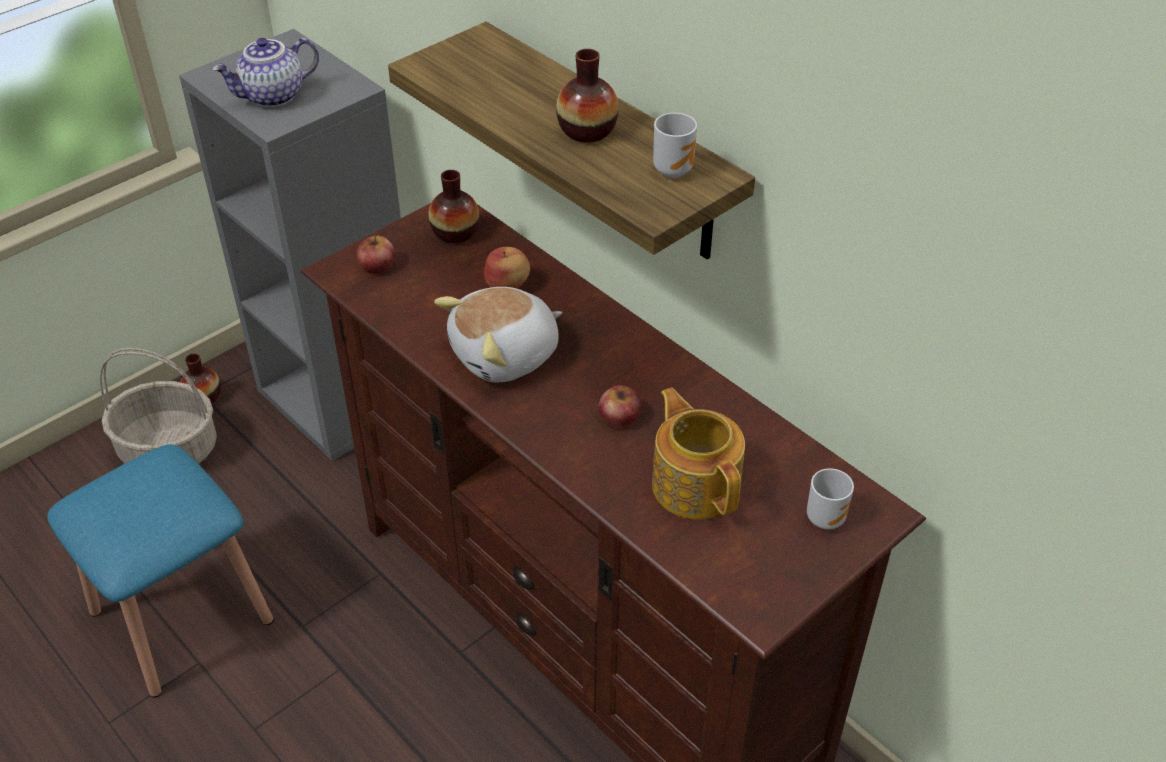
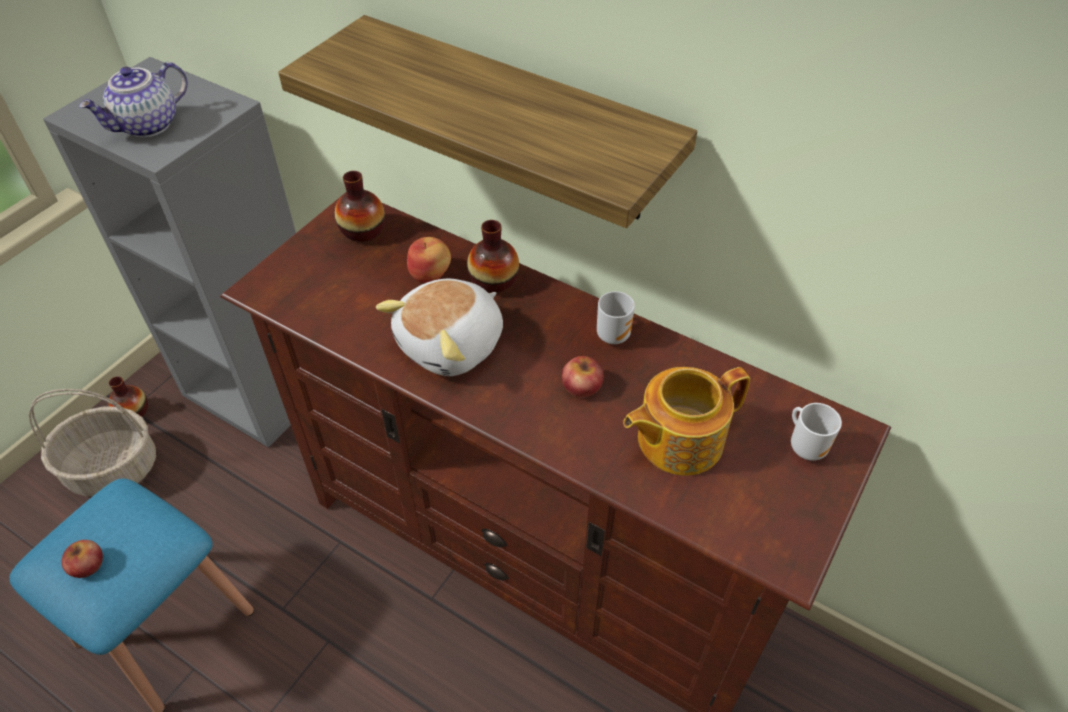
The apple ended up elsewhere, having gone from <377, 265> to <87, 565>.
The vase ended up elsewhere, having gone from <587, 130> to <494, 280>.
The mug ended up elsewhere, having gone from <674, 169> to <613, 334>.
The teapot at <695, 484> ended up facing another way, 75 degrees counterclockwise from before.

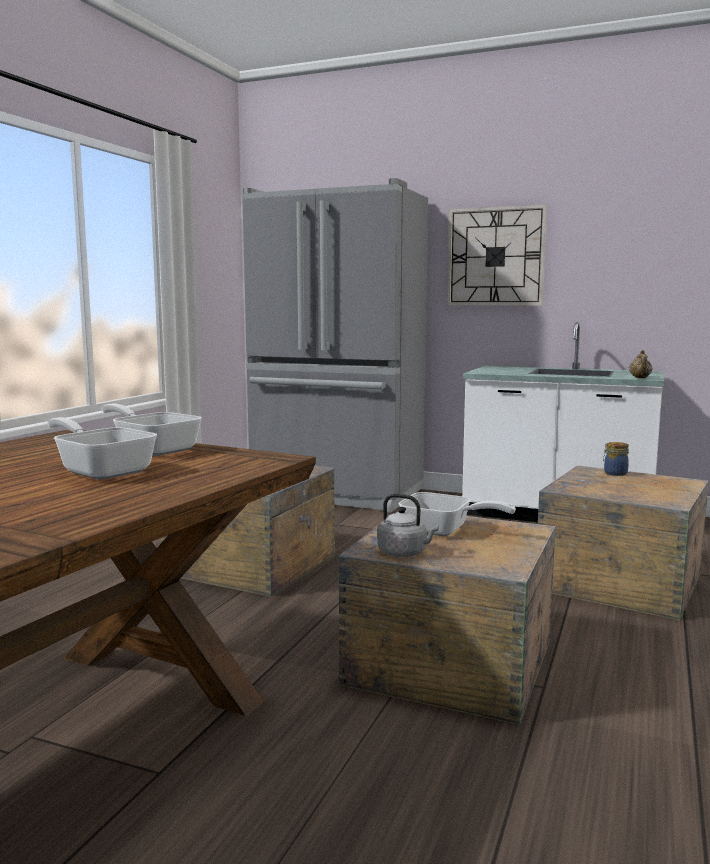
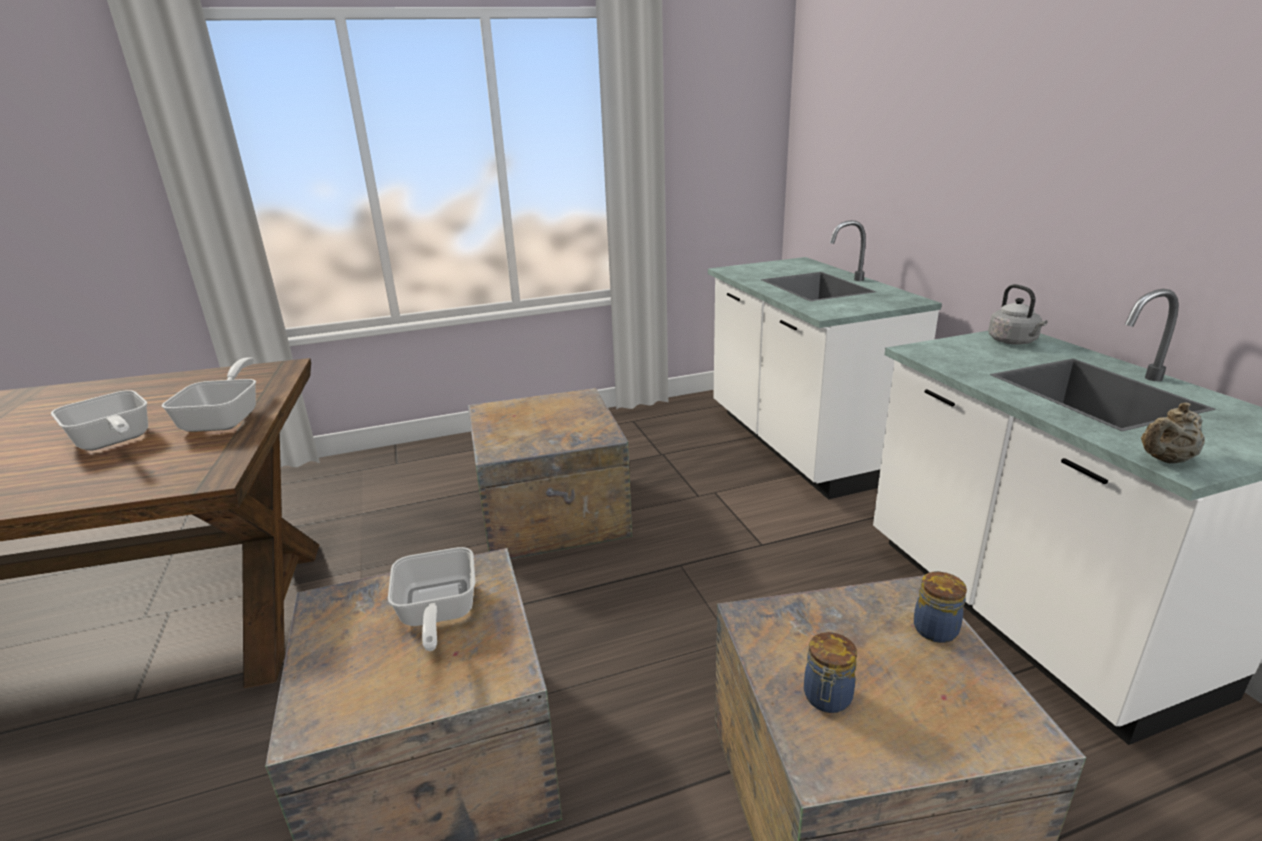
The second view lost the wall clock at <495, 256>.
The second view gained the jar at <827, 698>.
The kettle (grey) ended up elsewhere, having gone from <404, 553> to <1014, 342>.
Where the fridge (grey) stood at <337, 494>, the counter (white) came to stand at <799, 445>.
The frying pan at <102, 471> ended up facing another way, 135 degrees clockwise from before.

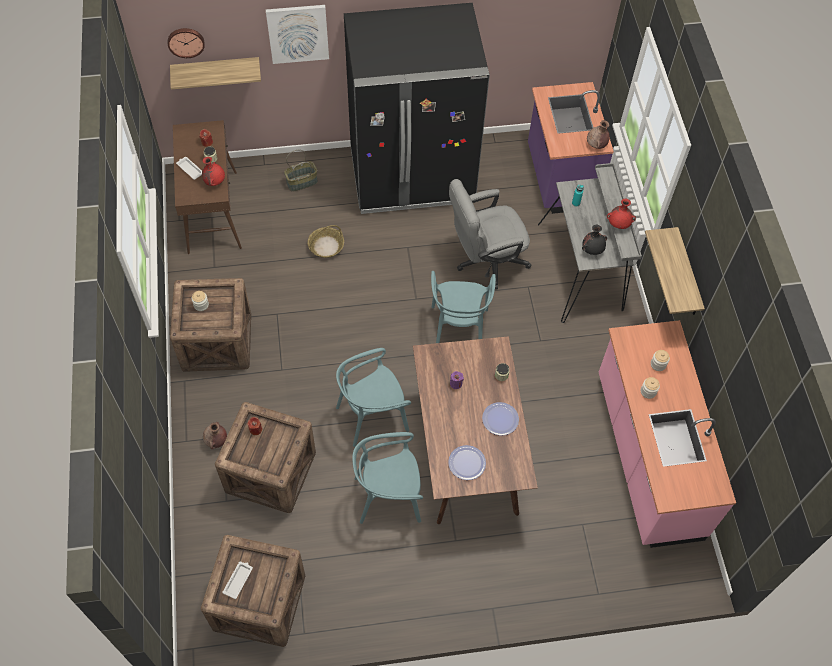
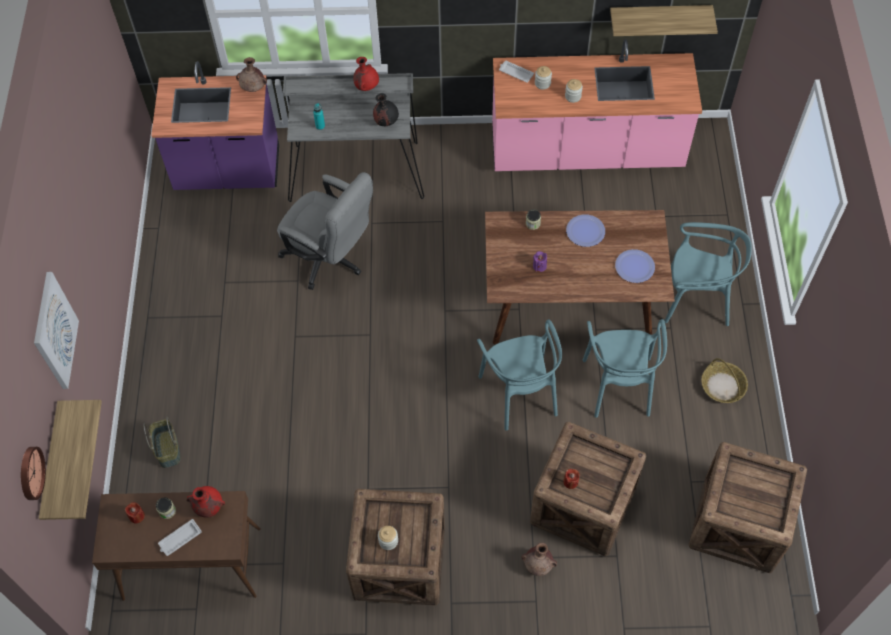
The second view lost the fridge (black) at <412, 177>.
The tray (white) ended up elsewhere, having gone from <238, 580> to <515, 73>.
The basket ended up elsewhere, having gone from <326, 246> to <722, 386>.
The chair (turquoise) ended up elsewhere, having gone from <458, 329> to <696, 299>.
The shelf ended up elsewhere, having gone from <687, 275> to <659, 17>.
The office chair (grey) at <485, 261> ended up facing another way, 45 degrees counterclockwise from before.

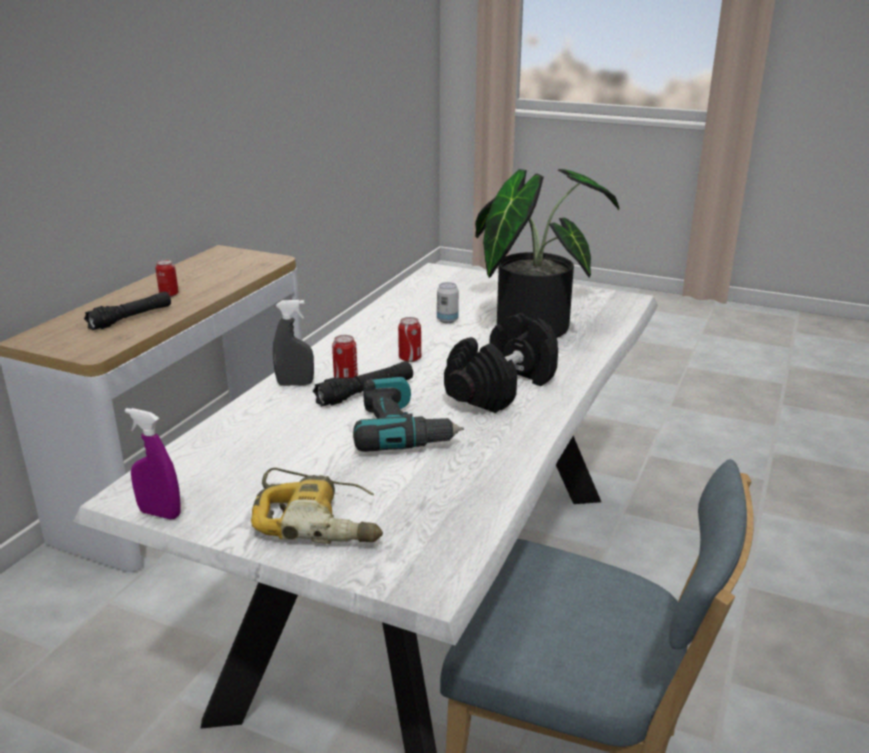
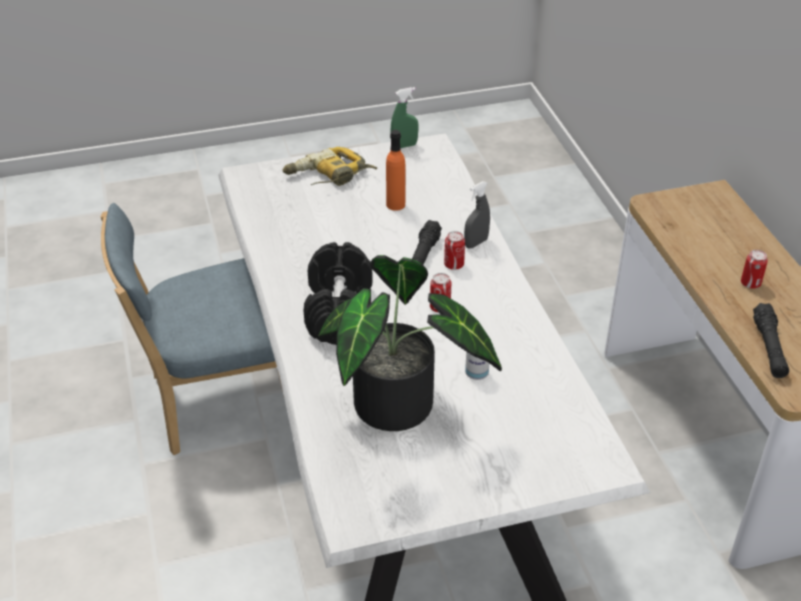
The second view lost the power drill at <402, 430>.
The second view gained the bottle (orange) at <395, 204>.
The flashlight (black) ended up elsewhere, having gone from <131, 318> to <769, 348>.
What was the spray bottle (purple) at <160, 513> turned into the spray bottle (green) at <404, 146>.

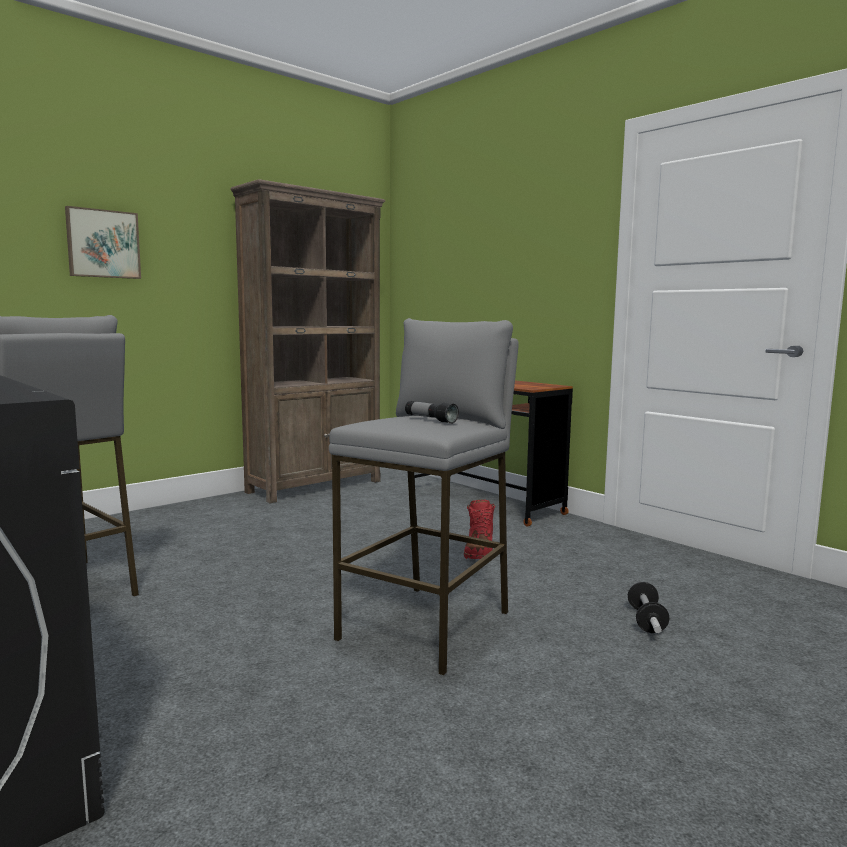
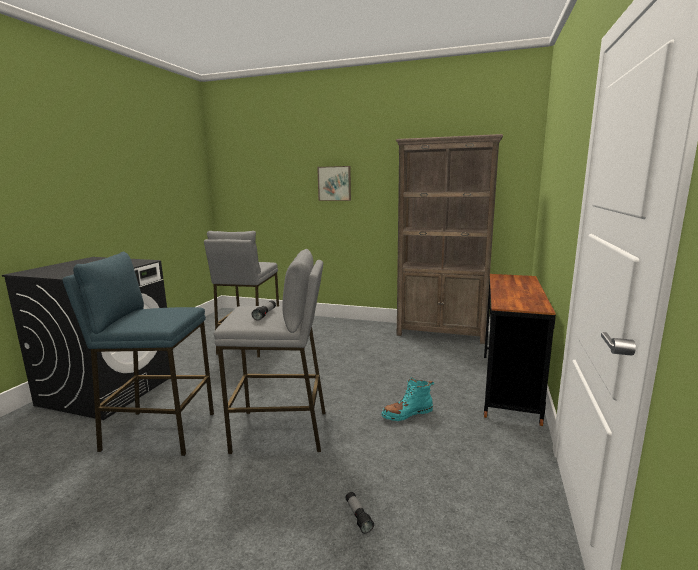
The second view gained the stool (blue) at <159, 431>.
Where the dumbbell stood at <646, 621>, the flashlight came to stand at <358, 516>.
What was the boot (red) at <479, 551> turned into the boot (turquoise) at <407, 414>.

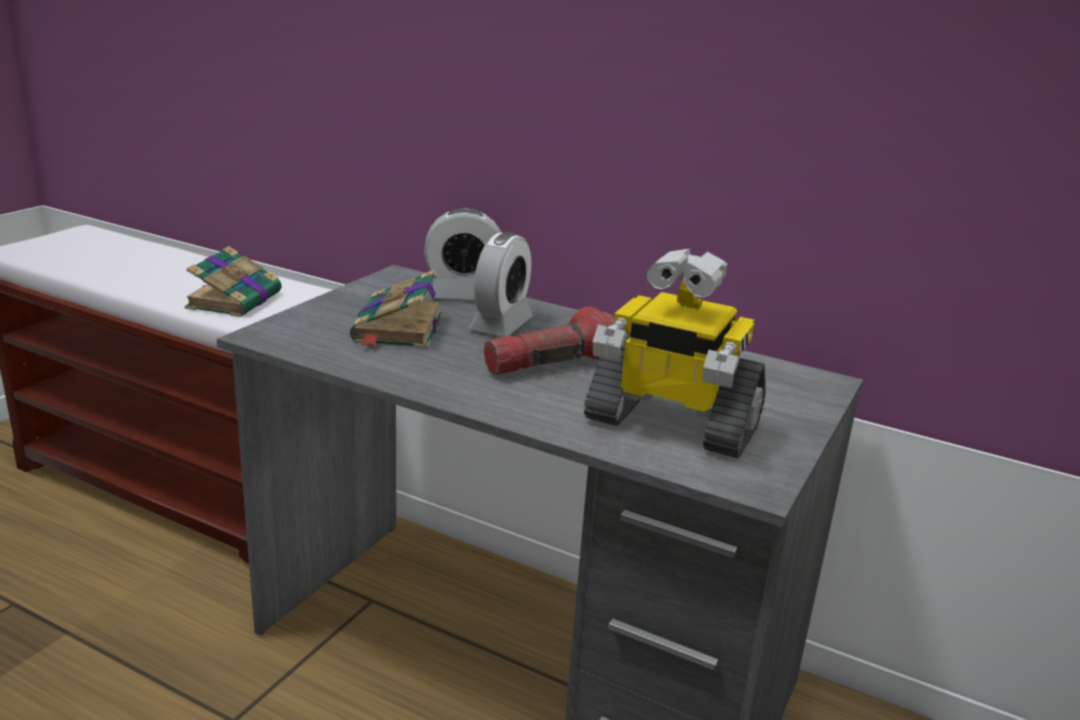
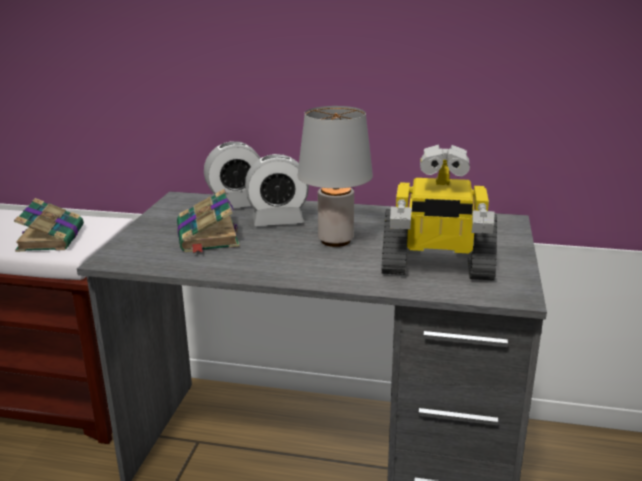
Where the flashlight stood at <556, 364>, the table lamp (grey) came to stand at <335, 241>.
The alarm clock at <501, 325> ended up facing another way, 75 degrees clockwise from before.

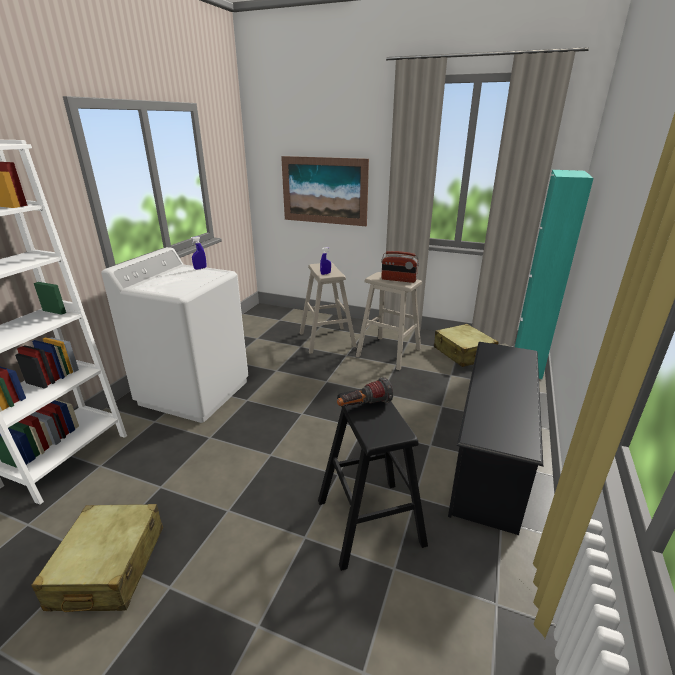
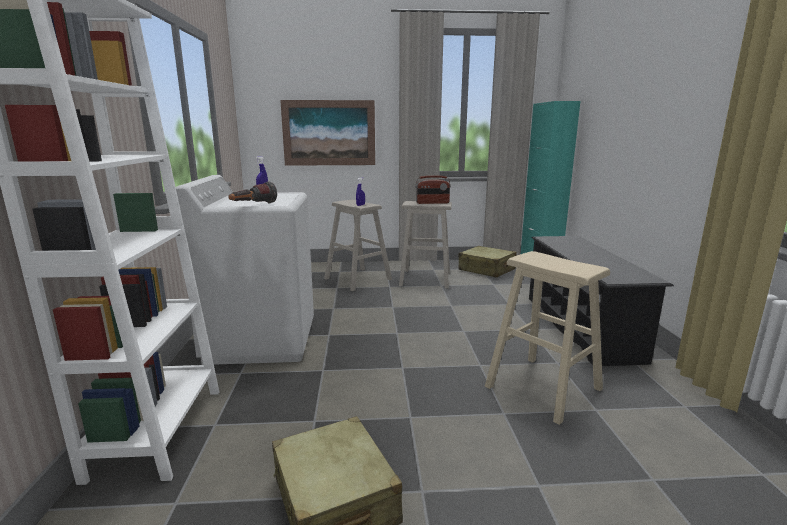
The flashlight ended up elsewhere, having gone from <363, 406> to <253, 205>.
What was the stool (black) at <370, 522> turned into the stool (beige) at <543, 388>.

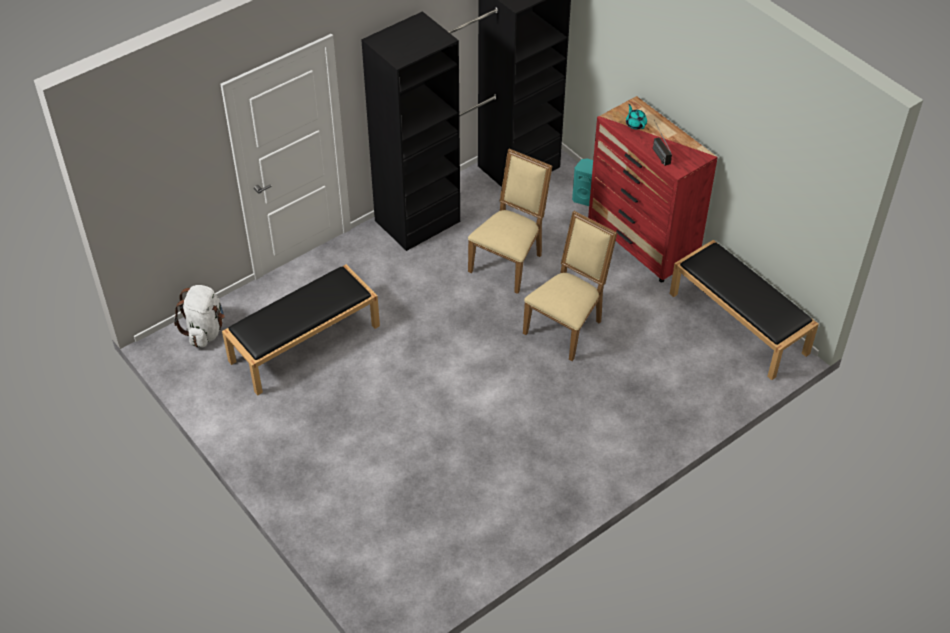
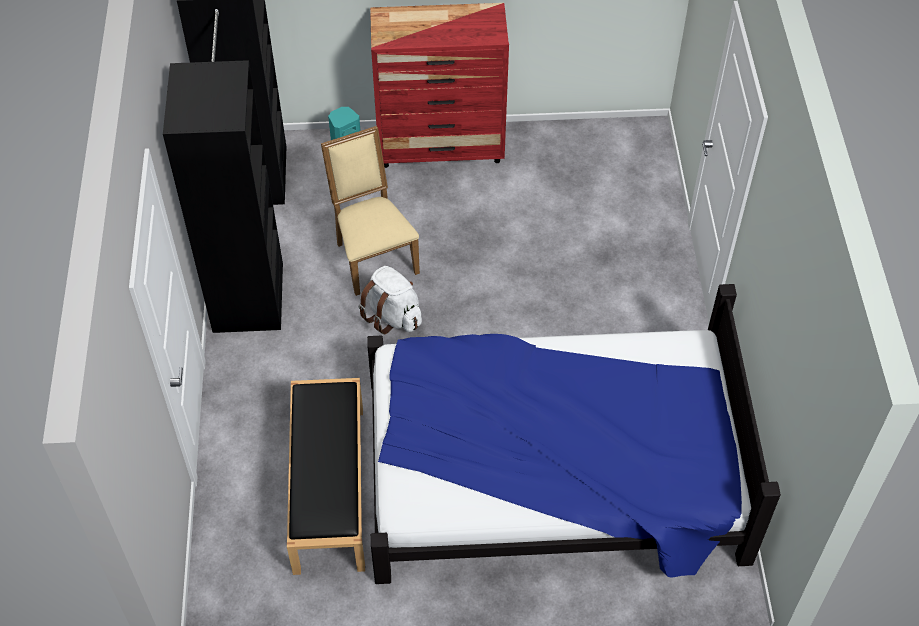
The second view lost the chair (beige) at <567, 326>.
The second view lost the teapot (turquoise) at <635, 124>.
The second view lost the radio at <657, 152>.
The second view lost the bench (black) at <739, 323>.
The second view gained the bed at <553, 470>.
The backpack (white) ended up elsewhere, having gone from <205, 331> to <392, 316>.

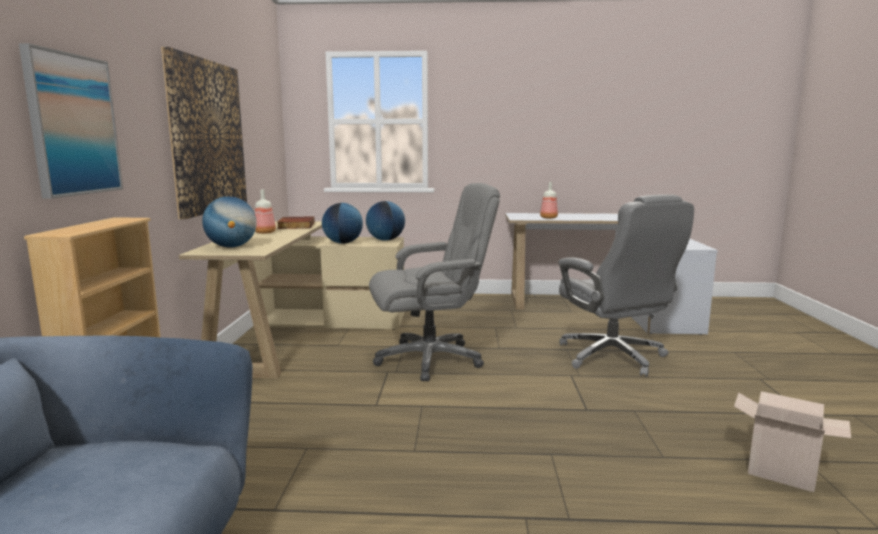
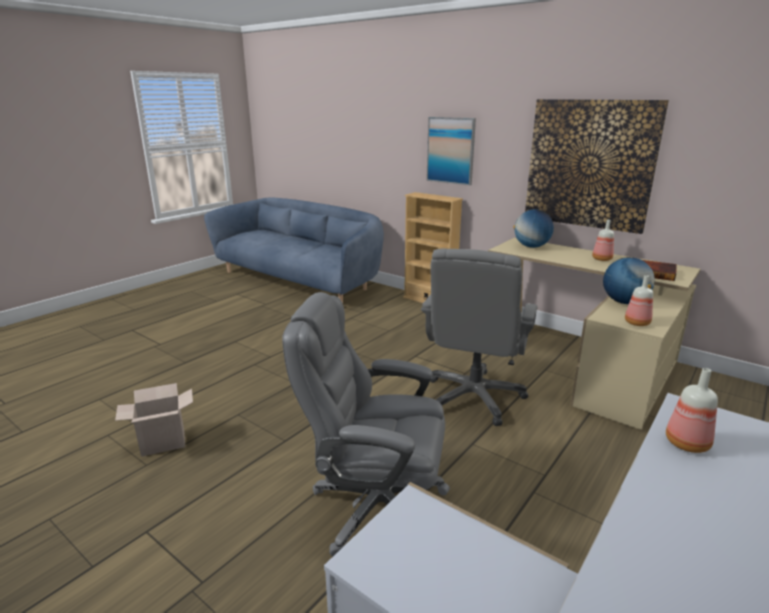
Where the globe stood at <385, 240>, the bottle came to stand at <636, 322>.

